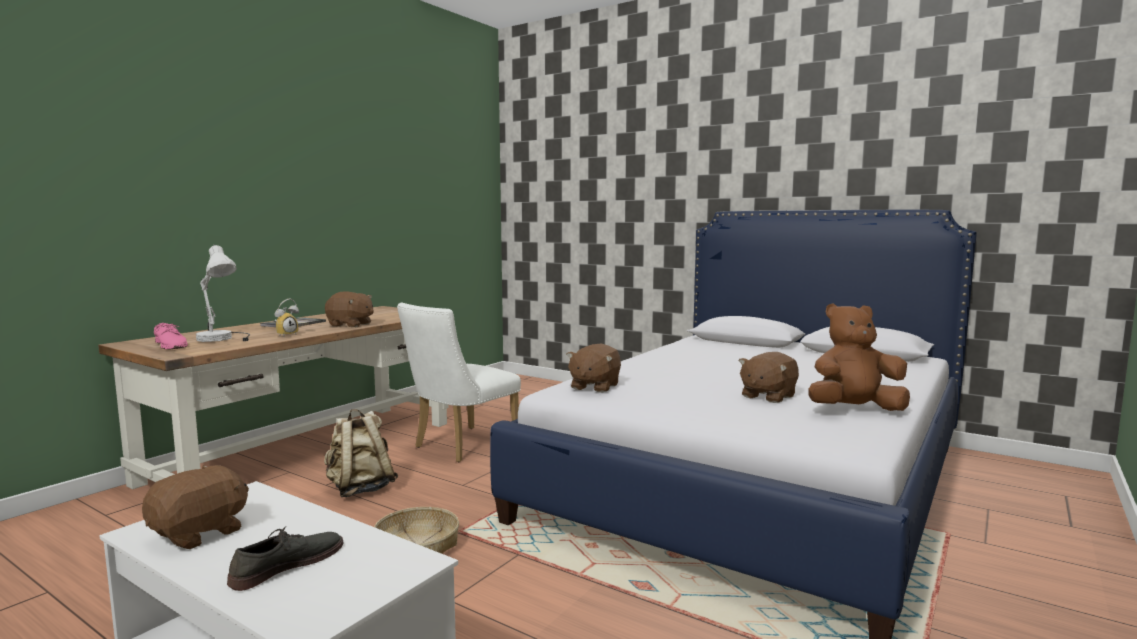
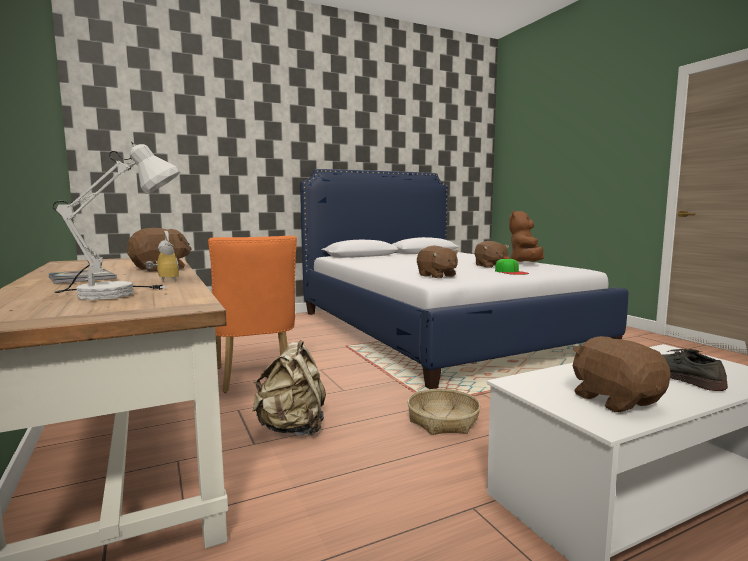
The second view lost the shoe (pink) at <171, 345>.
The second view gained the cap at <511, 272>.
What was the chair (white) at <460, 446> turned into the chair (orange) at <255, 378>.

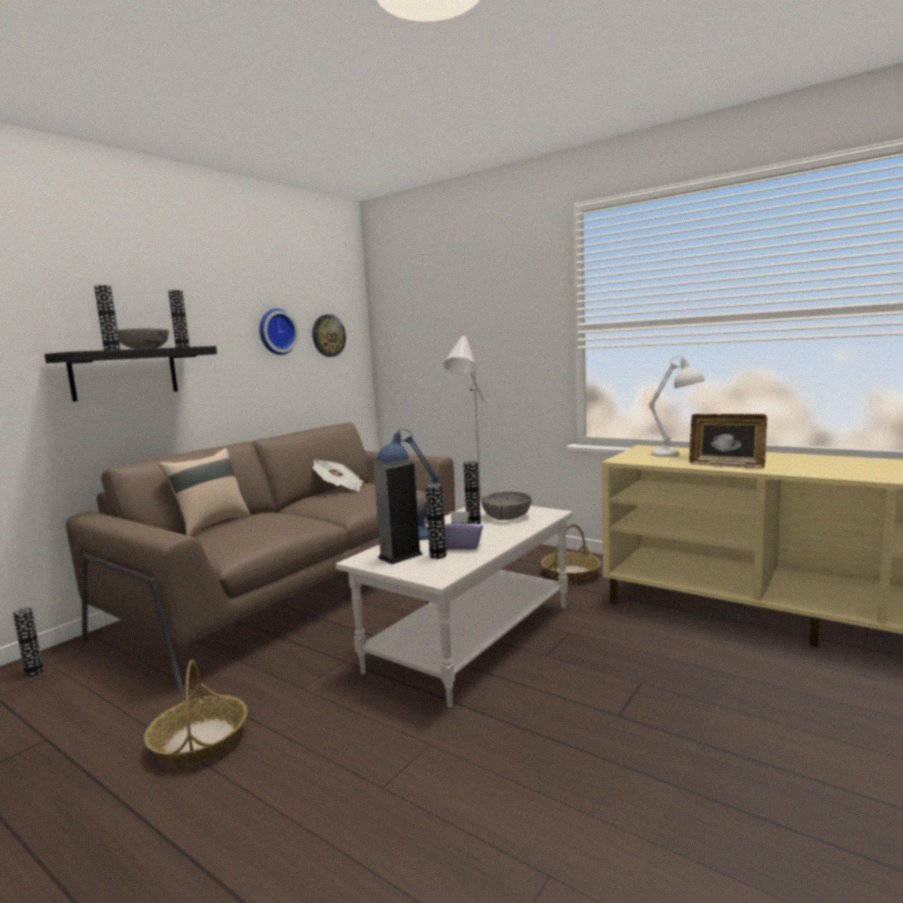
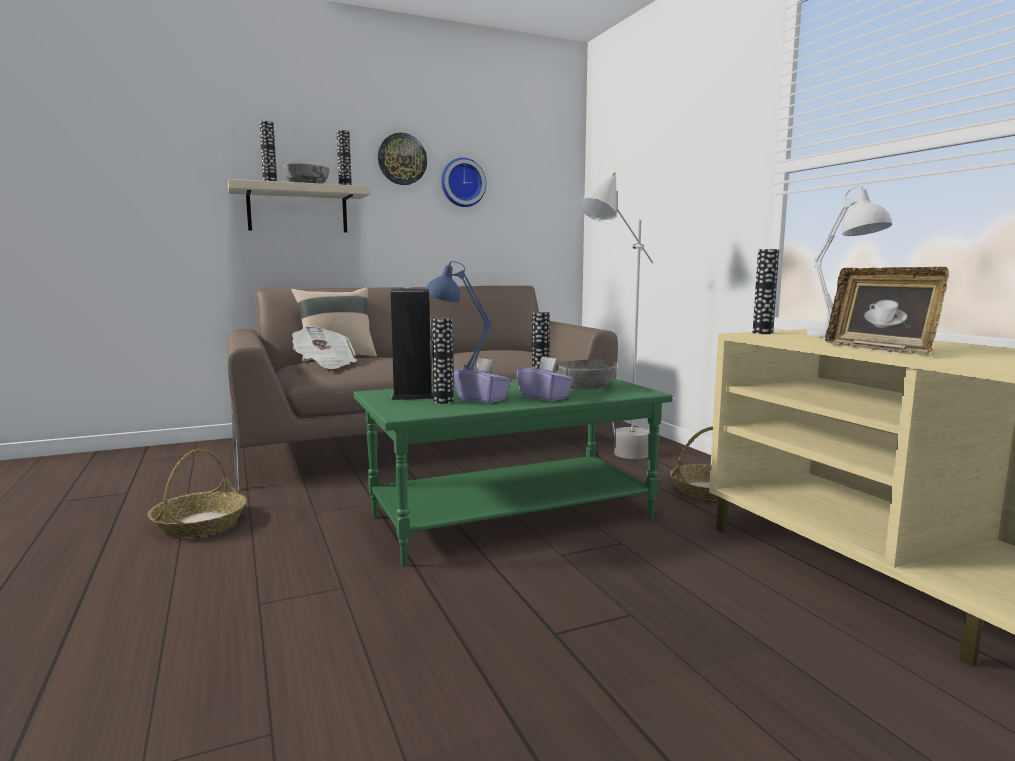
The second view gained the tissue box (purple) at <544, 397>.
The vase ended up elsewhere, having gone from <34, 672> to <762, 333>.
The wall clock ended up elsewhere, having gone from <328, 335> to <402, 159>.
The newspaper ended up elsewhere, having gone from <340, 488> to <325, 364>.
What was the shelf (black) at <125, 373> turned into the shelf (beige) at <298, 210>.
What was the coffee table (white) at <471, 636> turned into the coffee table (green) at <512, 517>.

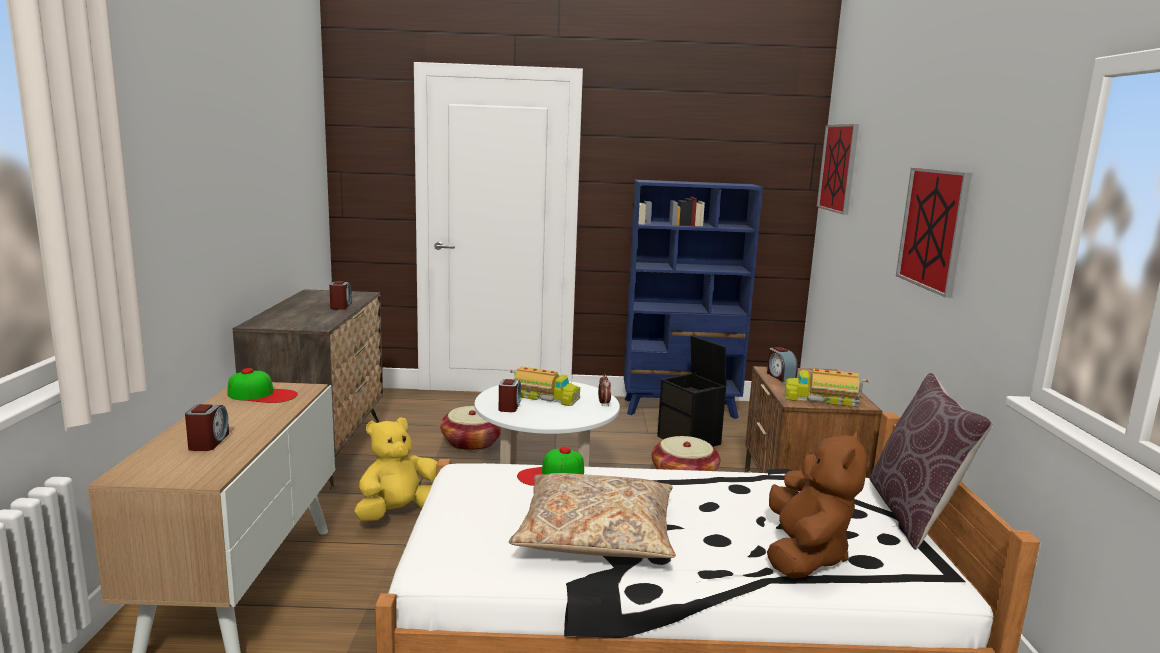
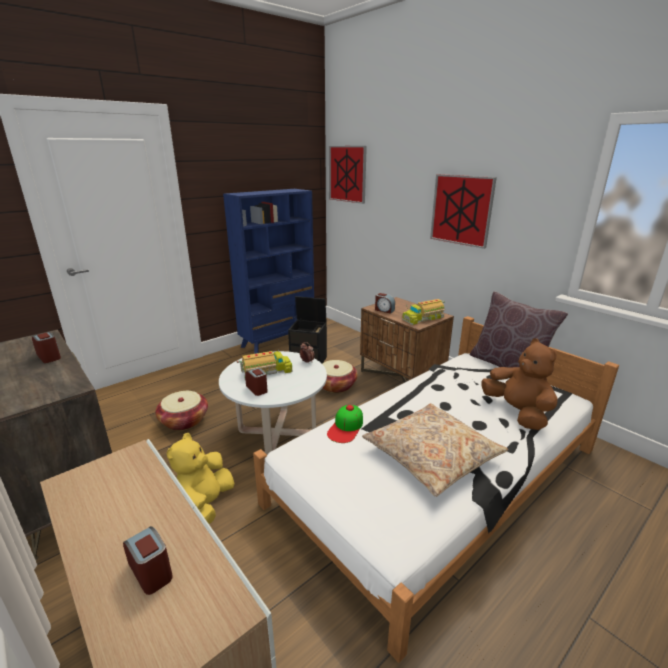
The second view lost the cap at <262, 395>.

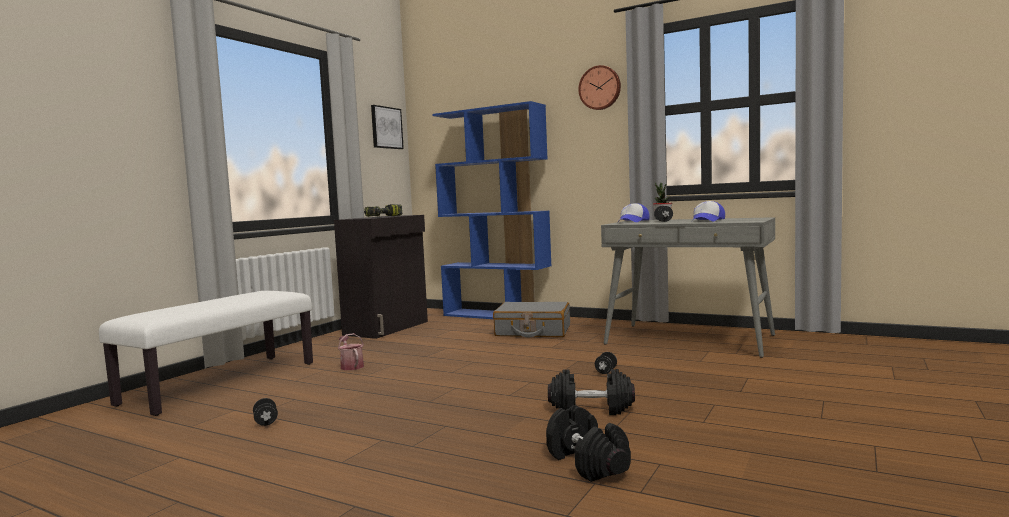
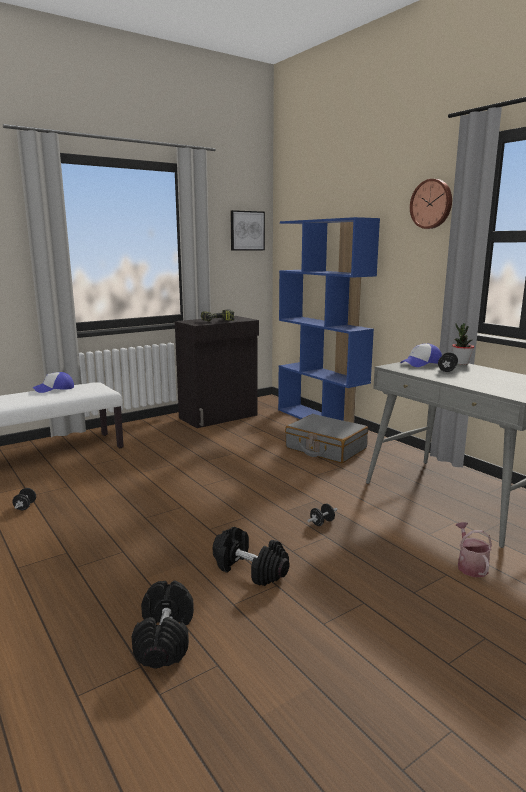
The watering can ended up elsewhere, having gone from <351, 366> to <470, 566>.
The cap ended up elsewhere, having gone from <707, 221> to <54, 389>.

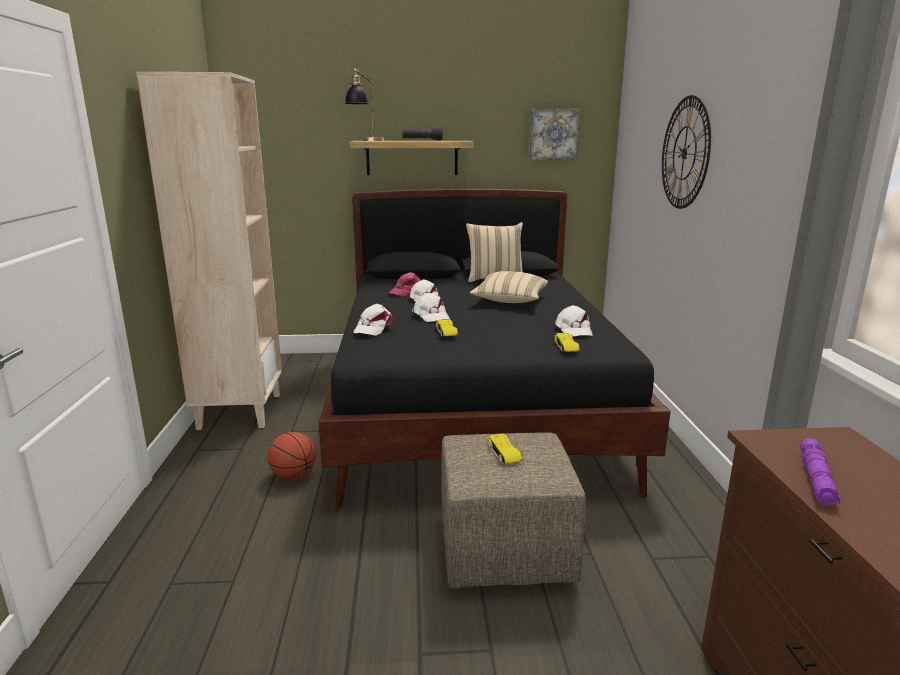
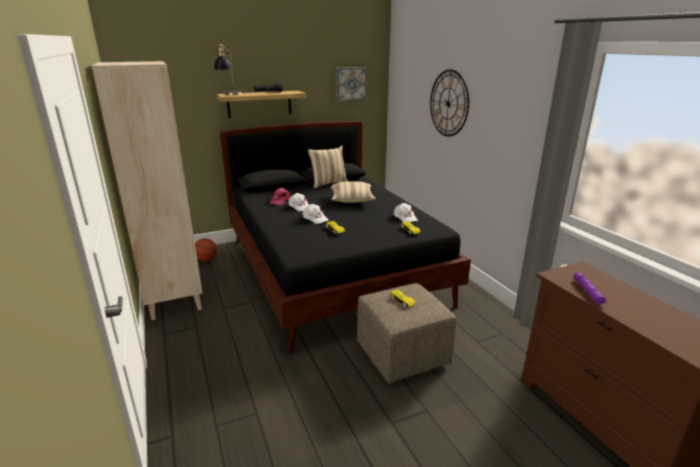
The second view lost the cap (white) at <373, 328>.
The basketball ended up elsewhere, having gone from <293, 476> to <206, 260>.

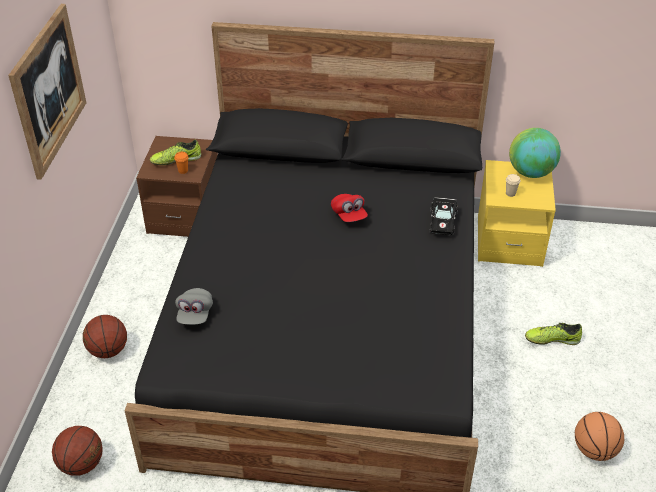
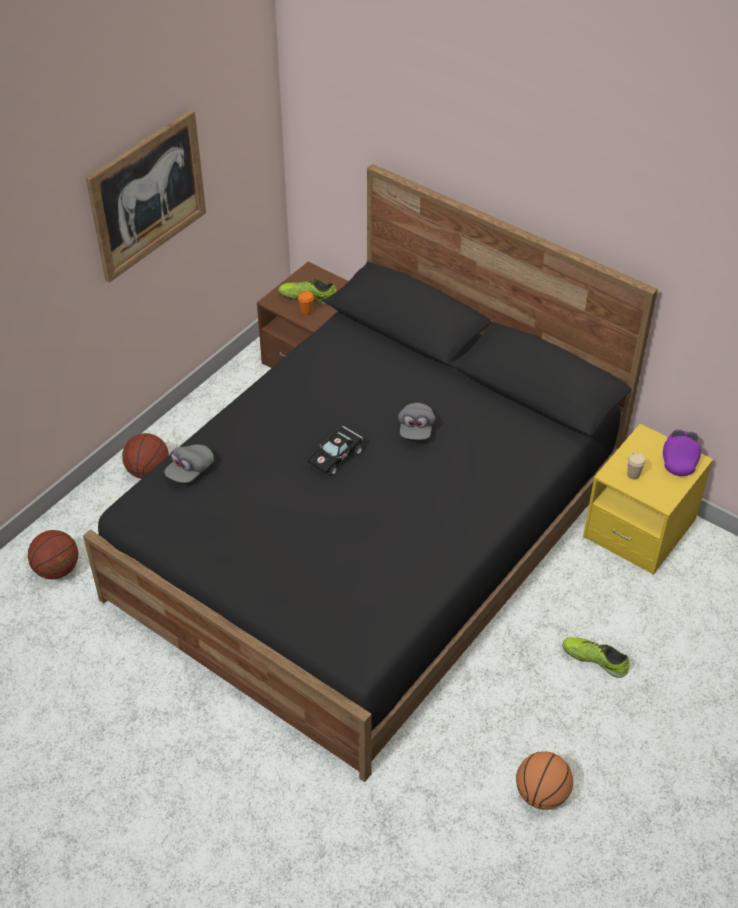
The toy car (black) ended up elsewhere, having gone from <442, 221> to <337, 455>.
Where the globe stood at <530, 172>, the cap (purple) came to stand at <679, 459>.
What was the cap (red) at <349, 215> turned into the cap (grey) at <416, 429>.

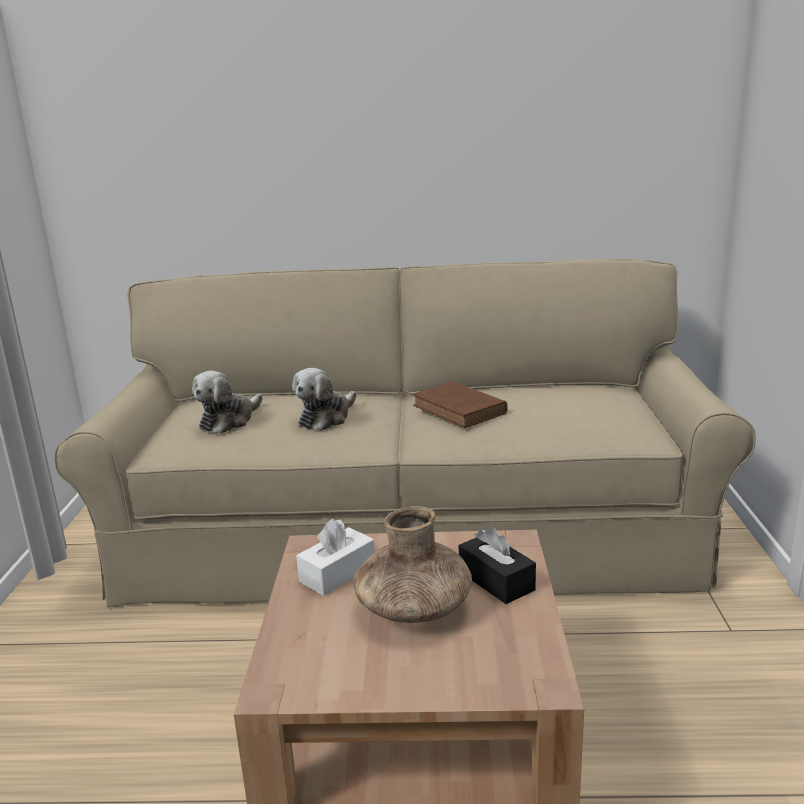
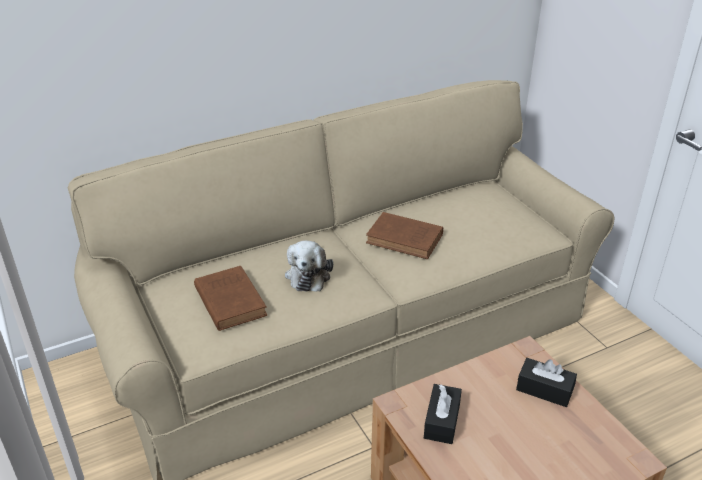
The second view lost the vase (brown) at <413, 608>.
Where the plush toy stood at <229, 420>, the book (brown) came to stand at <229, 300>.
What was the tissue box (white) at <337, 573> turned into the tissue box (black) at <442, 421>.

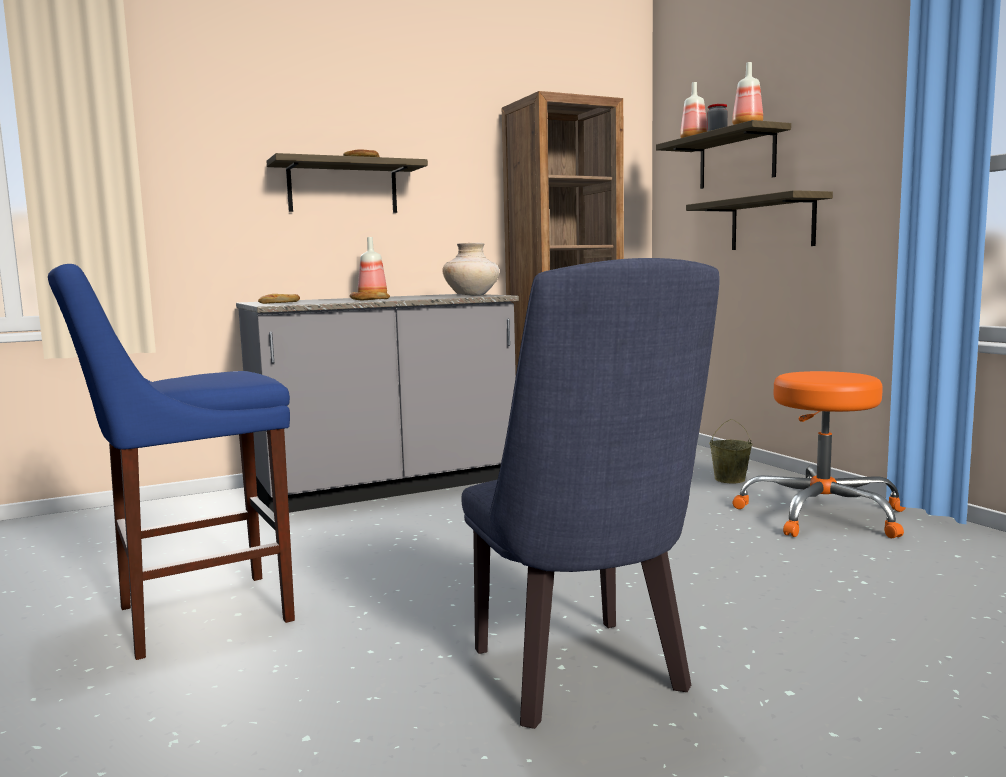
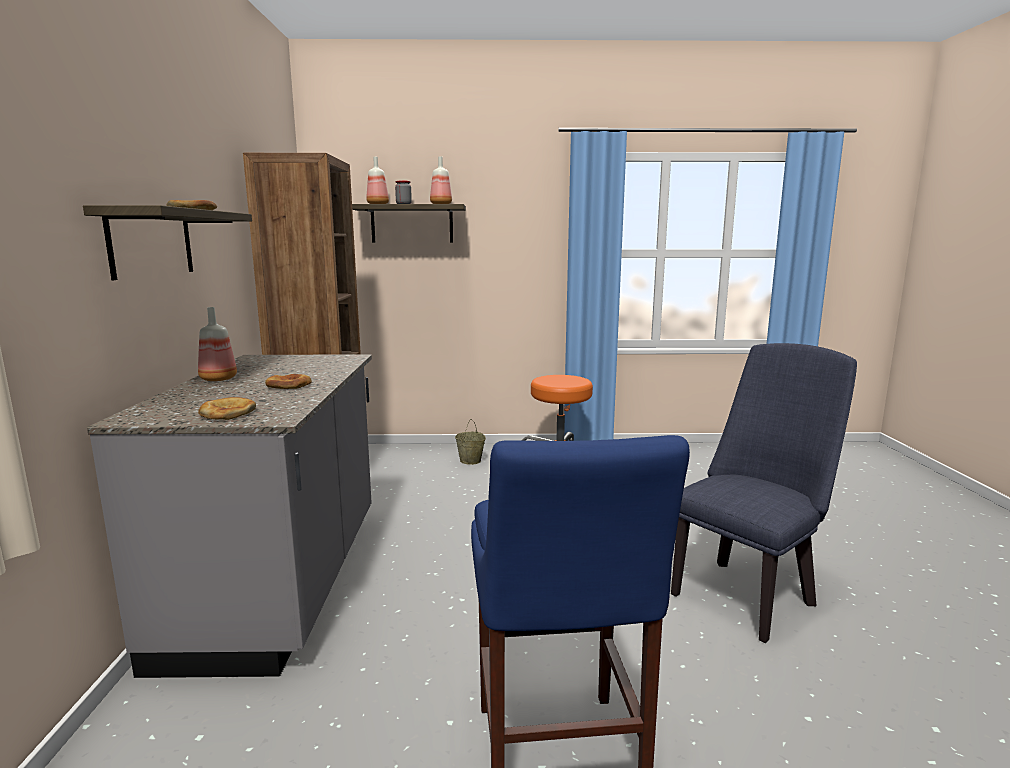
The second view lost the vase (beige) at <472, 295>.
The second view lost the shelf at <772, 223>.
The chair (blue) at <585, 679> ended up facing another way, 45 degrees counterclockwise from before.

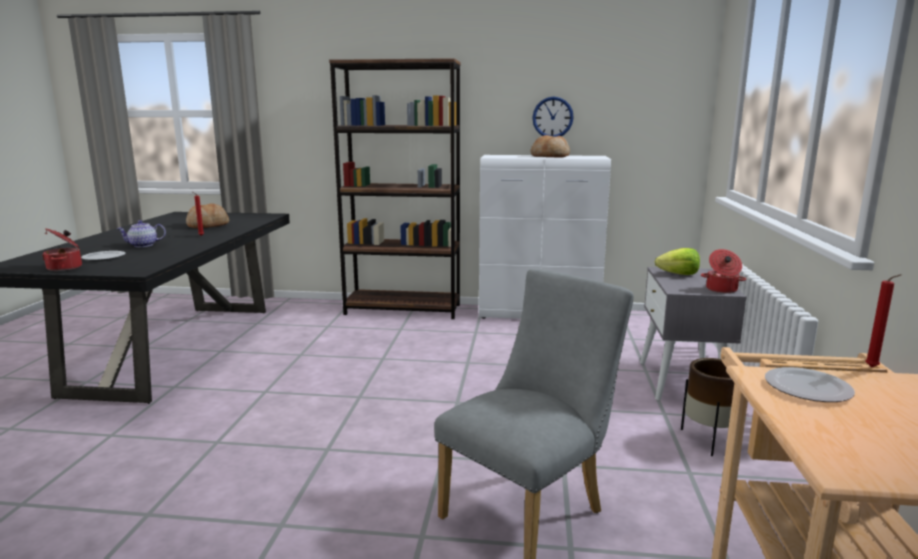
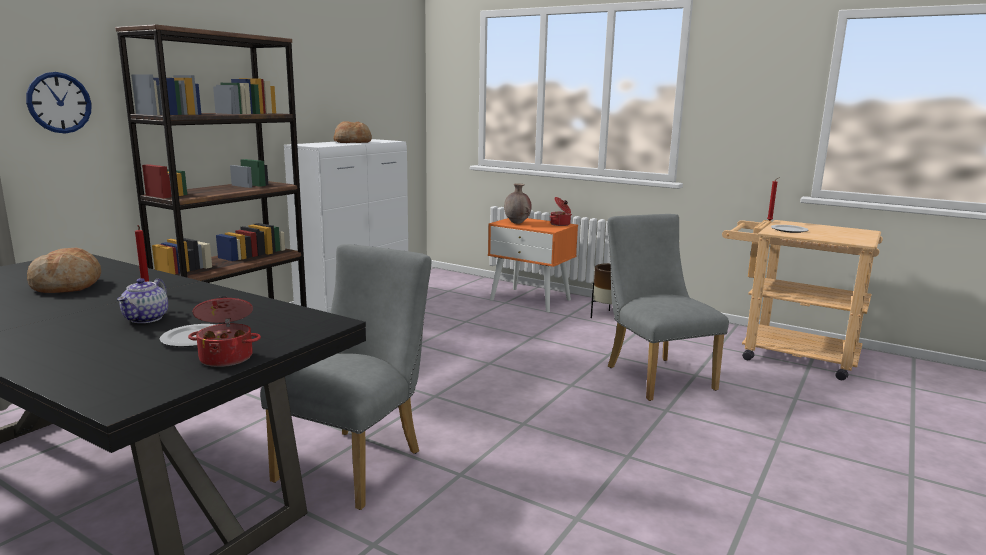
The second view gained the chair (grey) at <357, 461>.
The wall clock ended up elsewhere, having gone from <552, 117> to <59, 102>.
Where the lettuce stood at <678, 274>, the vase (brown) came to stand at <517, 223>.
What was the nightstand (grey) at <682, 381> turned into the nightstand (orange) at <531, 299>.

